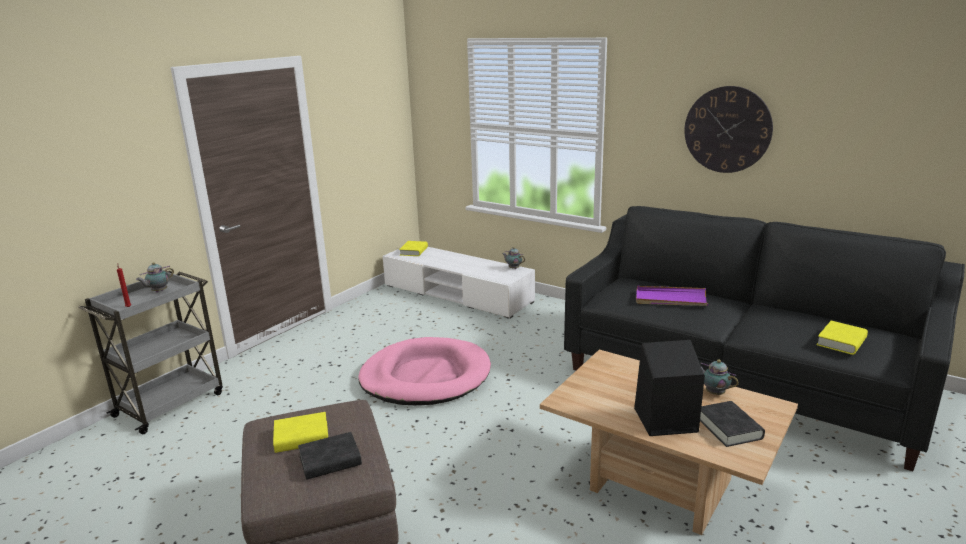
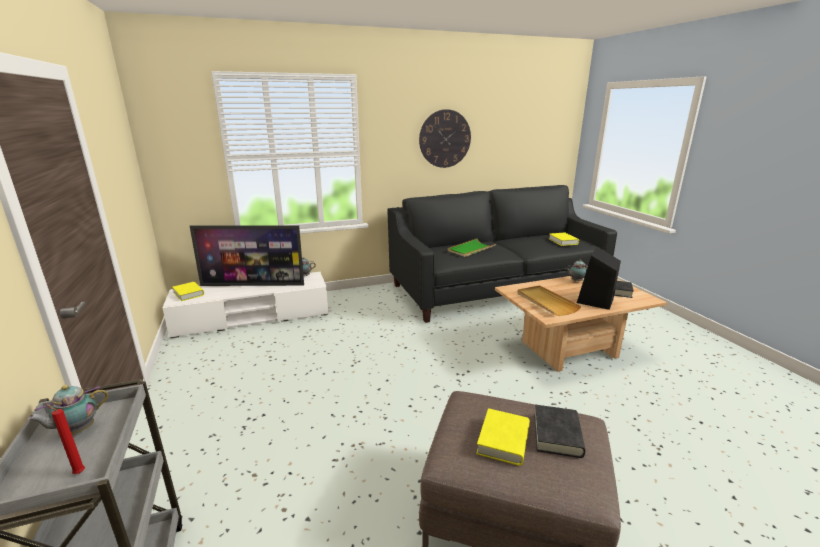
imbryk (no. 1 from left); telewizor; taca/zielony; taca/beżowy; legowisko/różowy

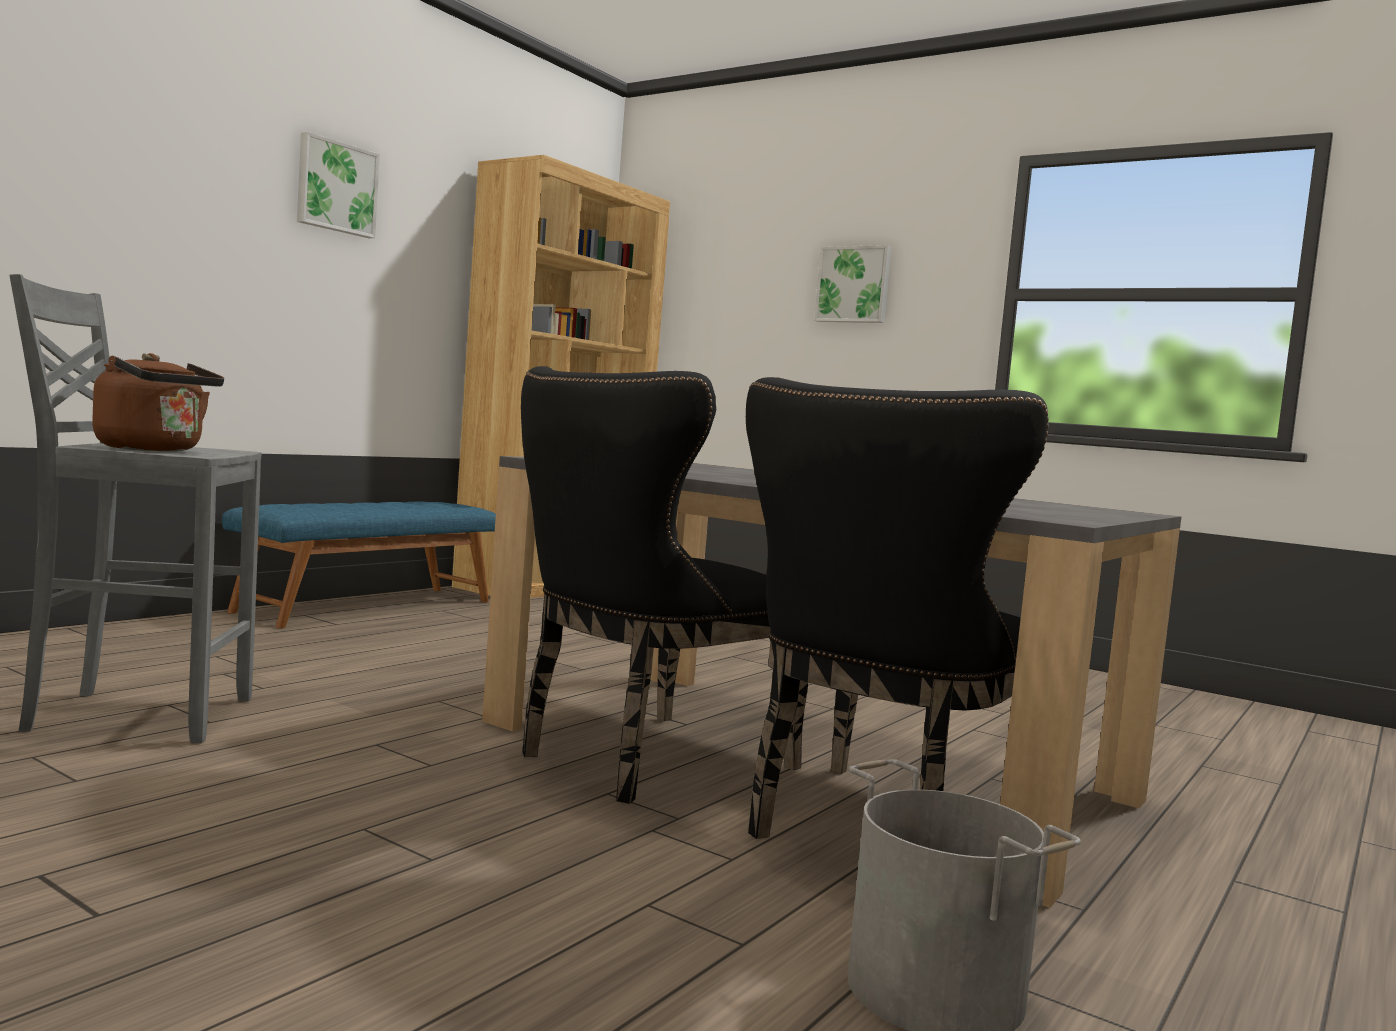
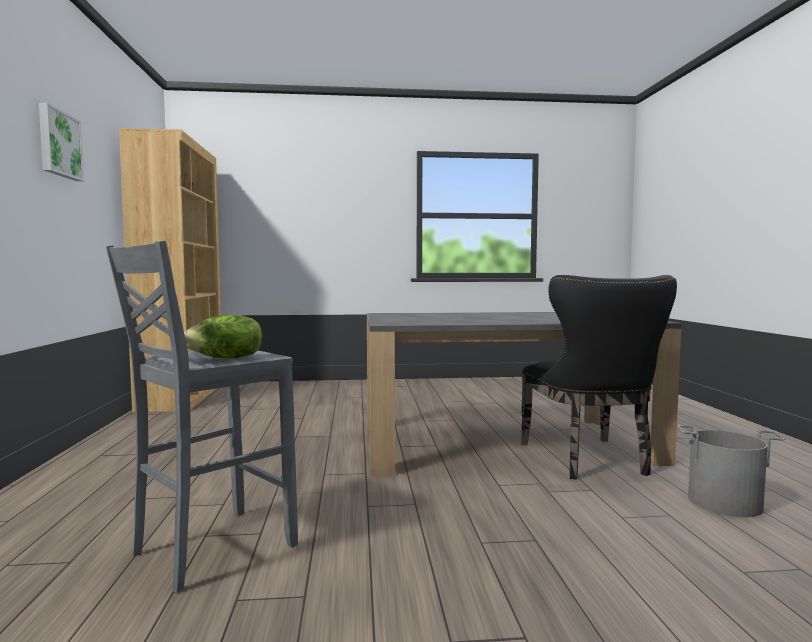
sałata; ławka/niebieski; krzesło/czarny (no. 1 from left in the first image); obraz (no. 2 from left in the first image)

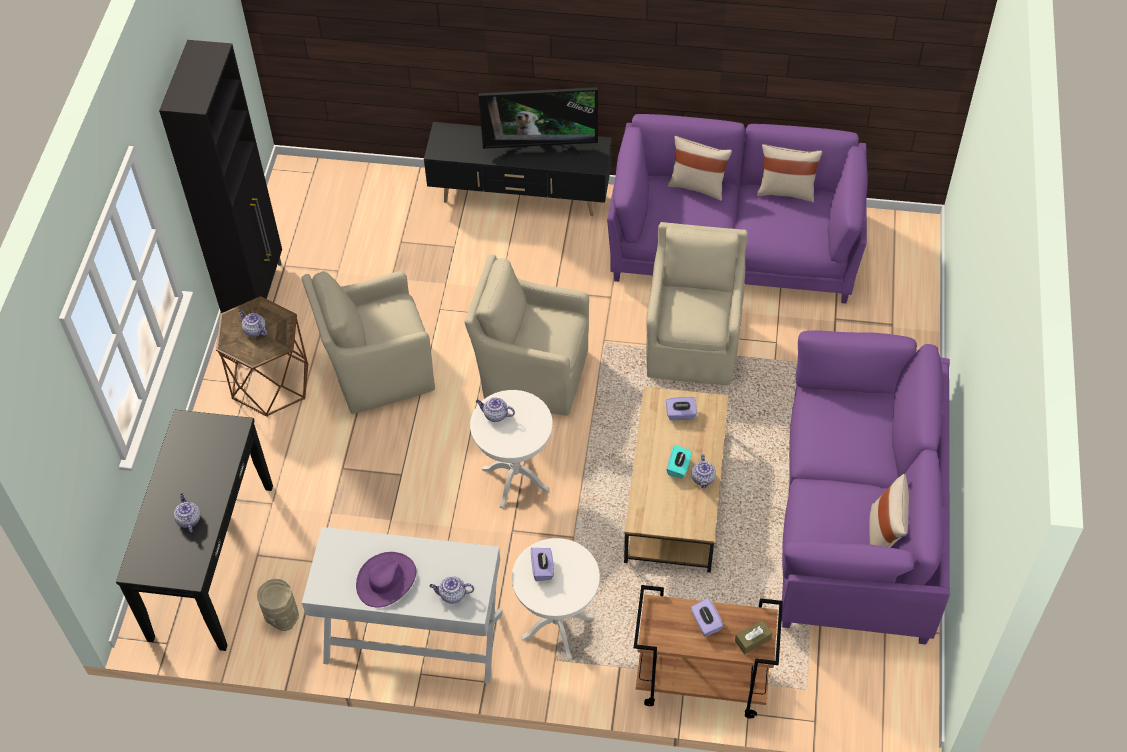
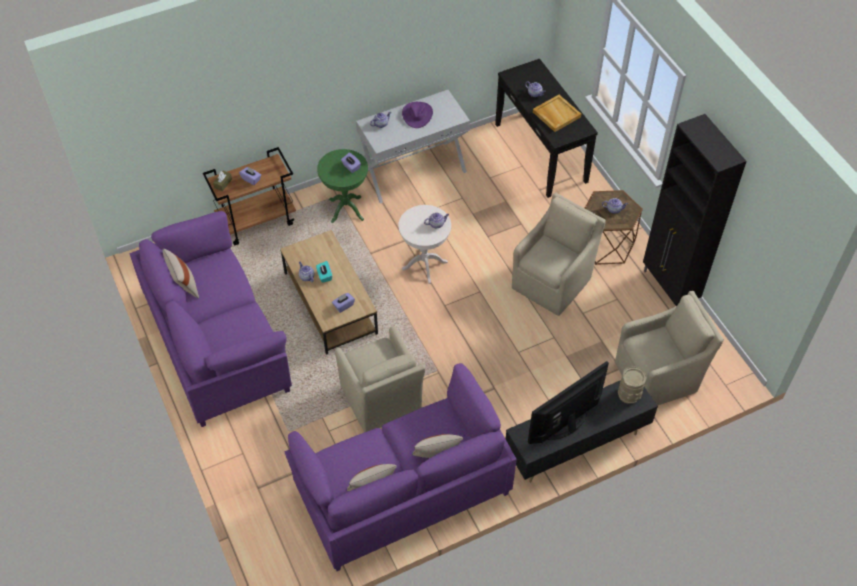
stolik/zielony; taca/beżowy; fotel/beżowy (no. 3 from left); wazon/beżowy

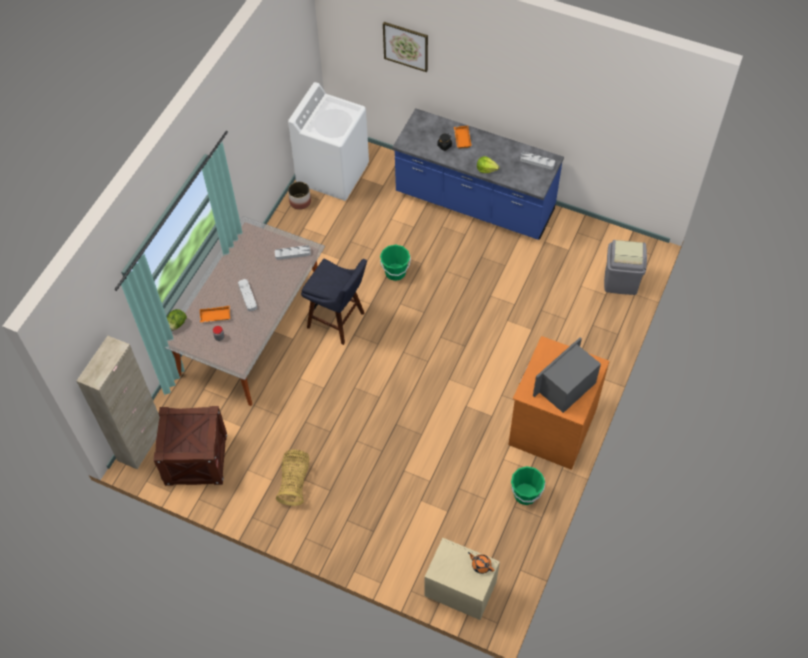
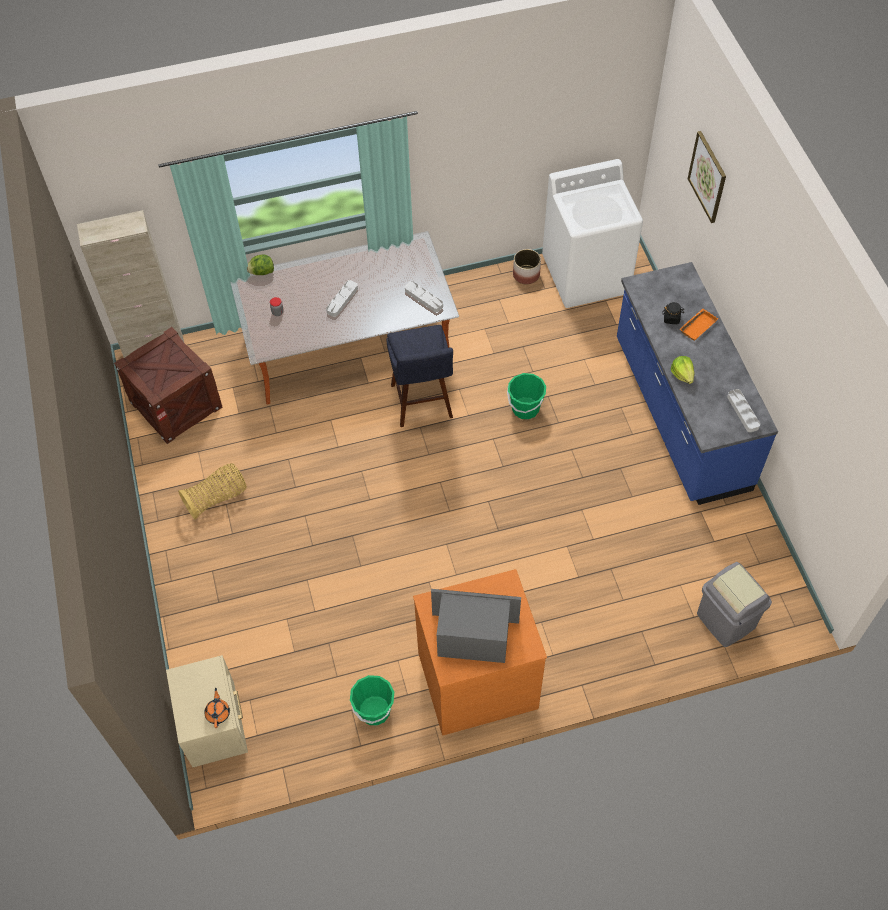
taca/pomarańczowy (no. 1 from left in the first image)

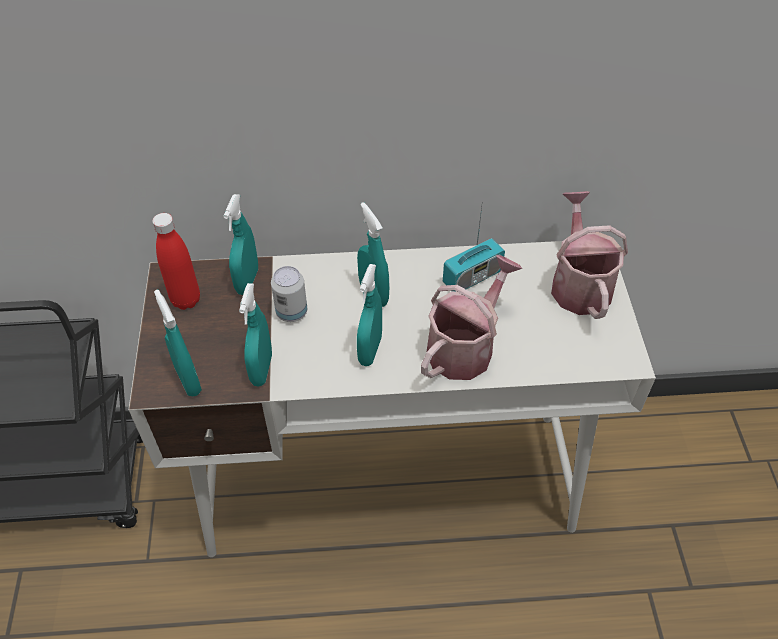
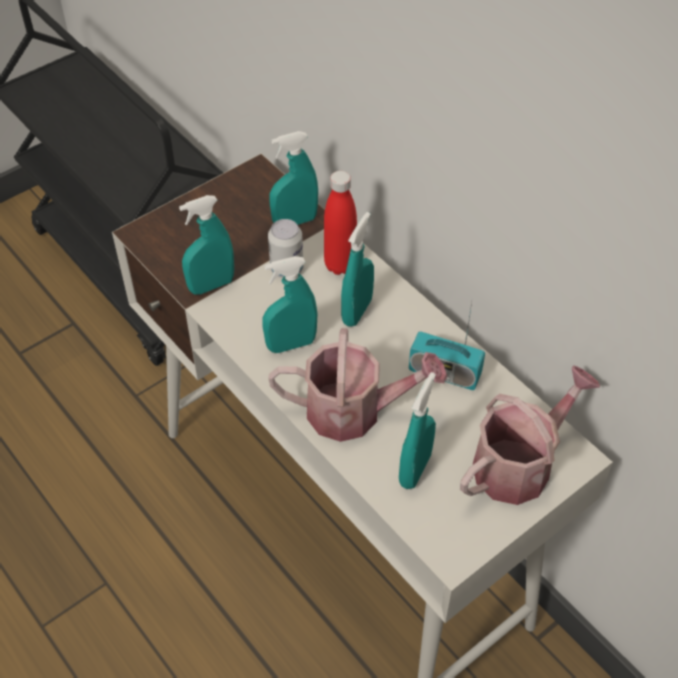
butelka/czerwony; spryskiwacz/turkusowy (no. 5 from left)

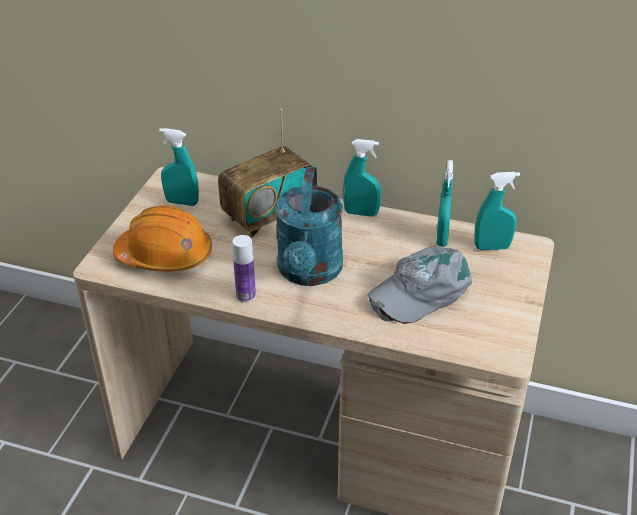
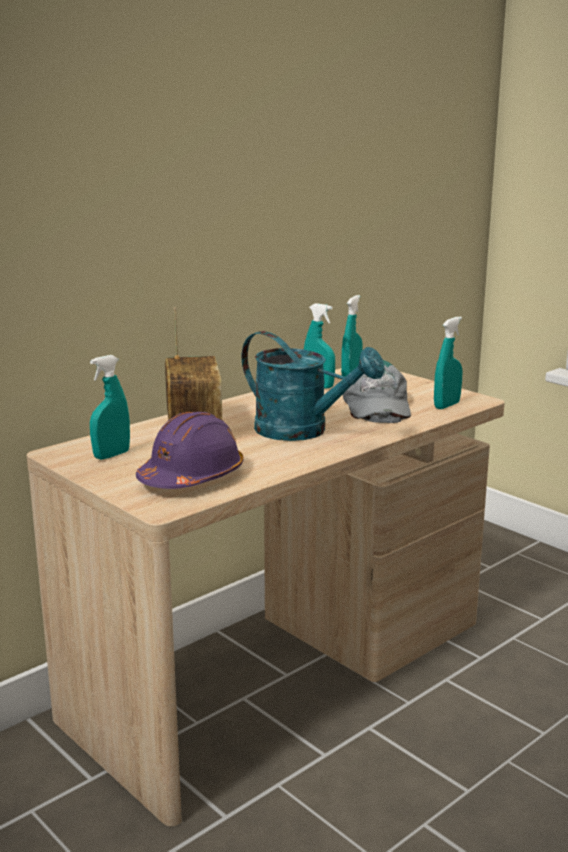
kask/fioletowy; spryskiwacz/turkusowy (no. 4 from left); butelka

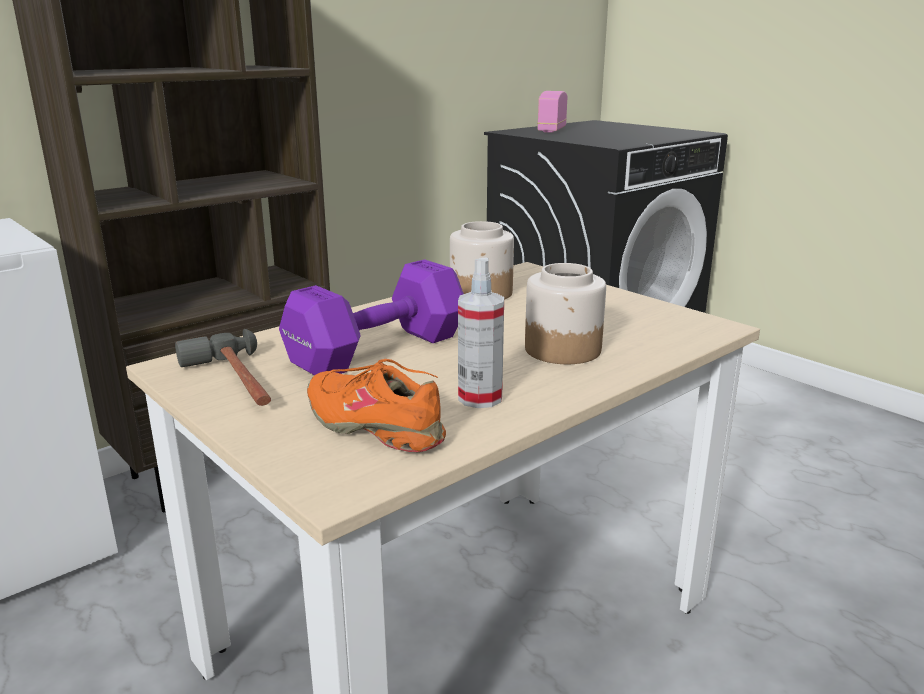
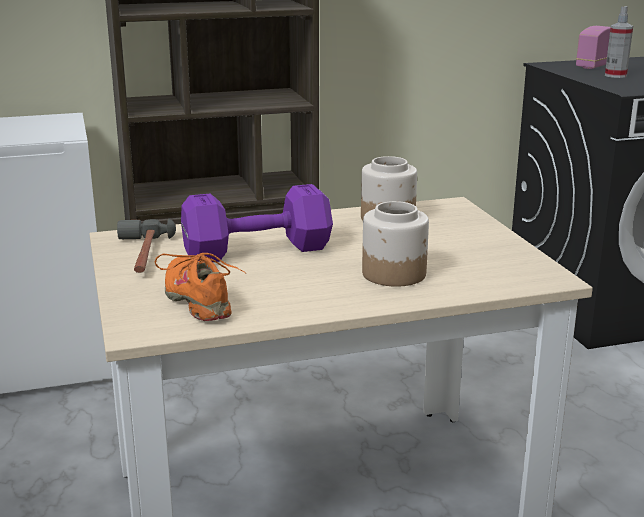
spryskiwacz

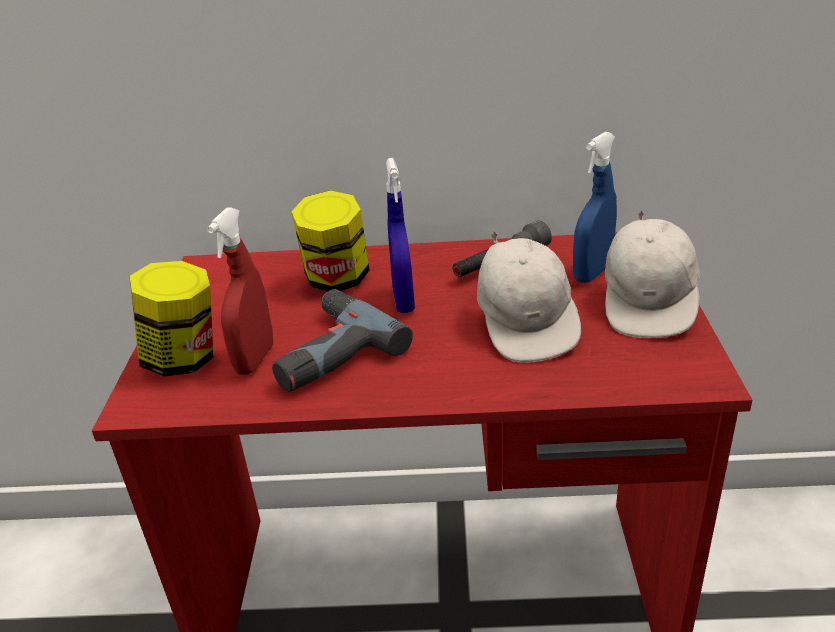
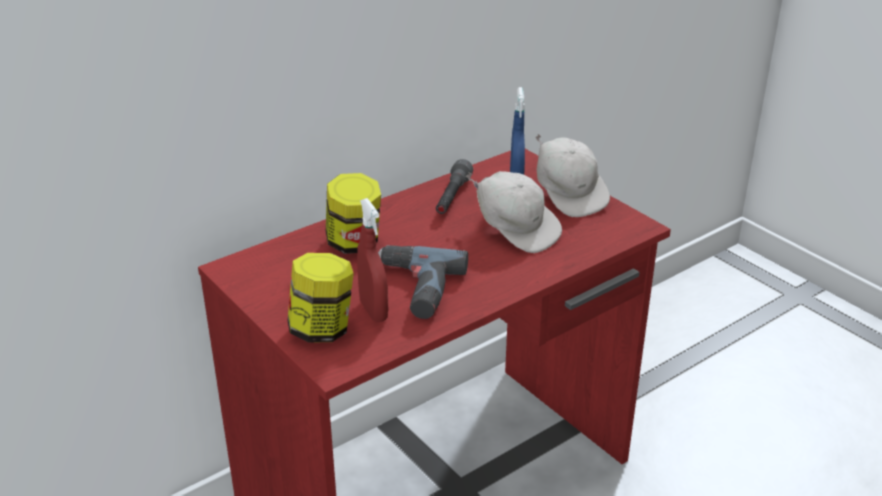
spryskiwacz/niebieski (no. 1 from left in the first image)

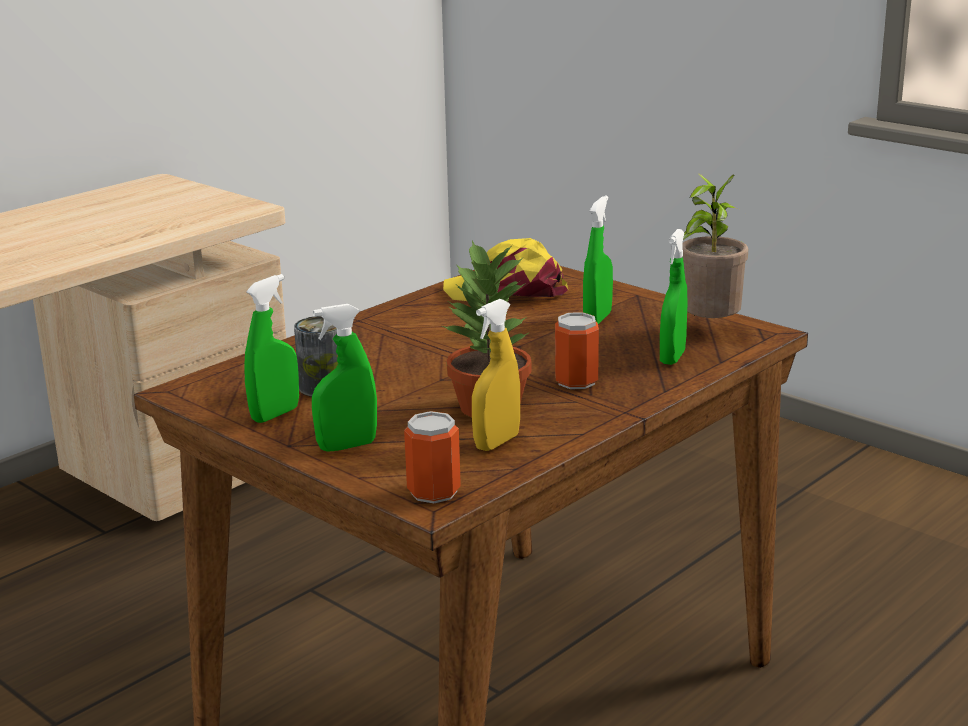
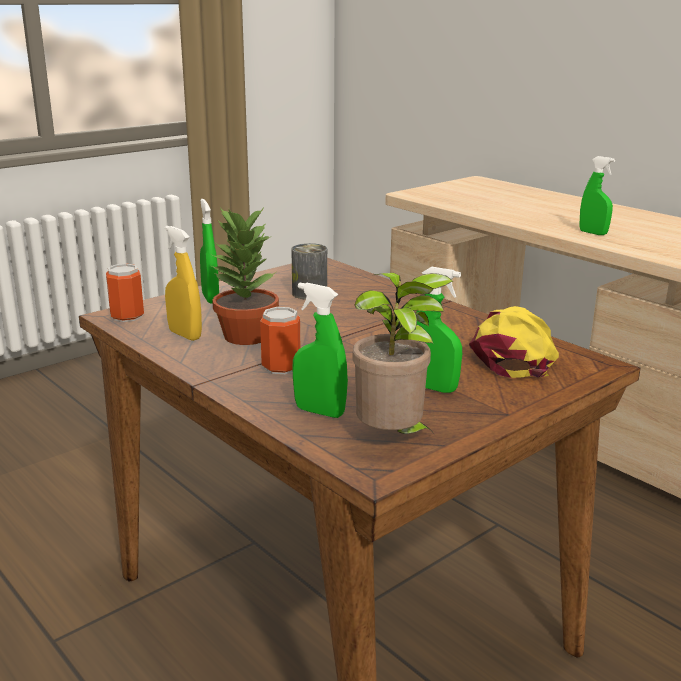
spryskiwacz/zielony (no. 4 from left)

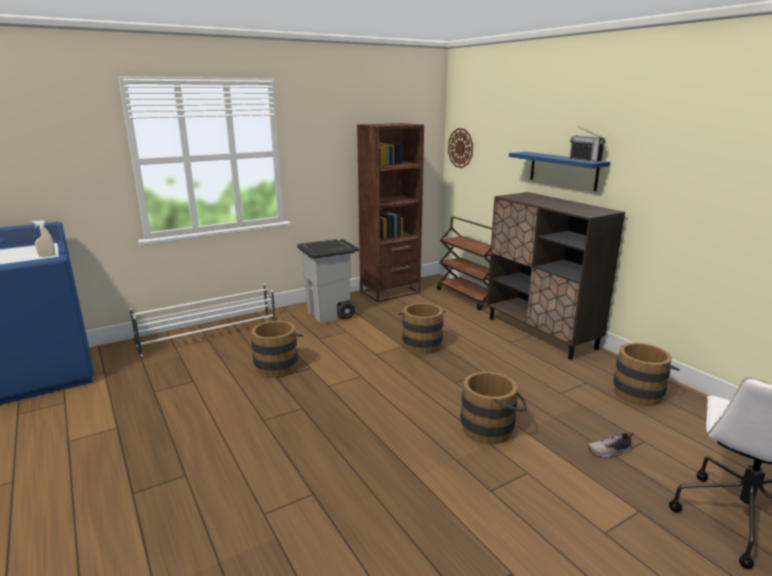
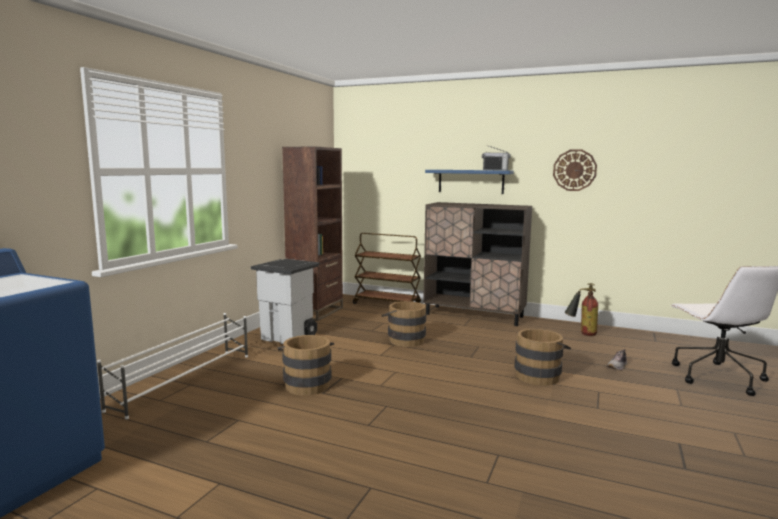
zegar ścienny; gaśnica; spryskiwacz/beżowy

